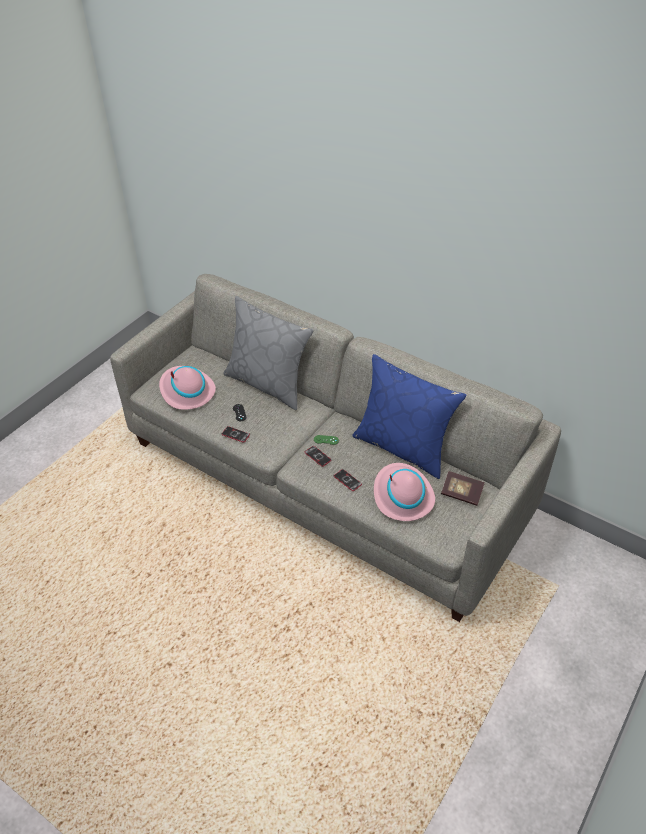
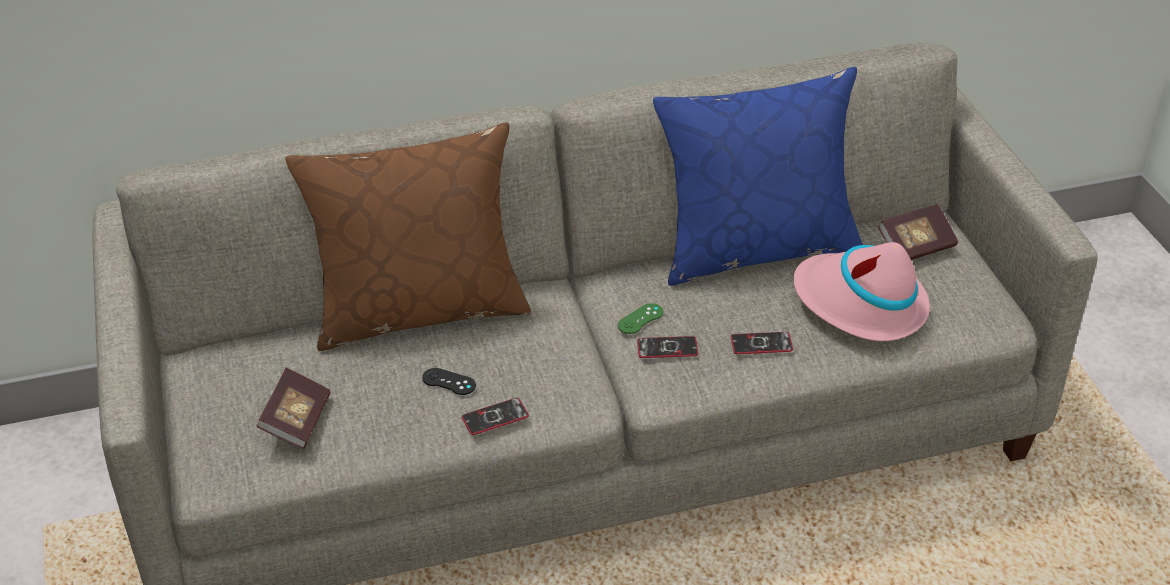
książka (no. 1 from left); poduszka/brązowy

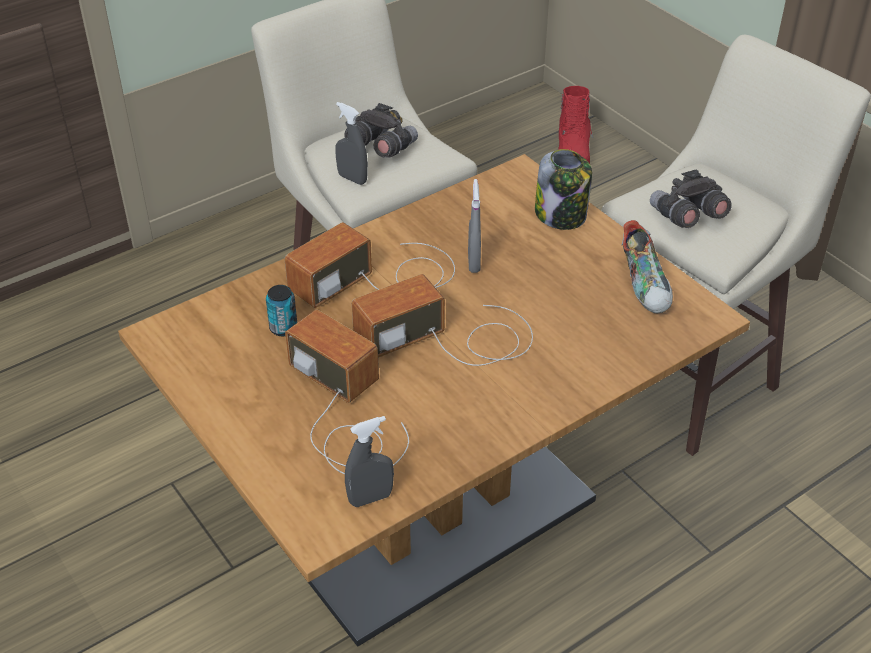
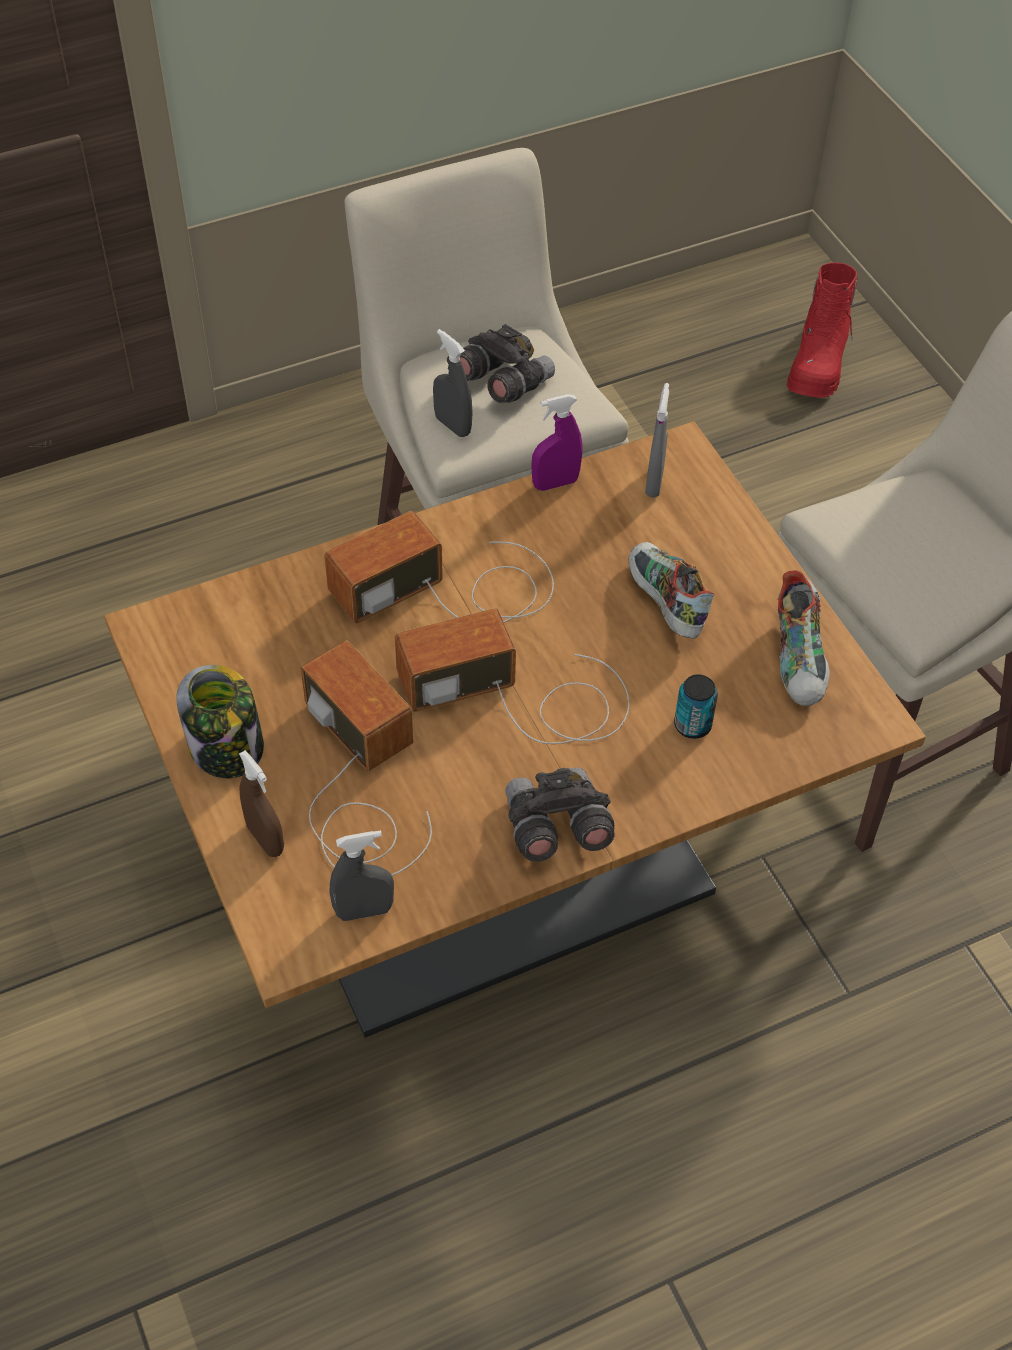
słoik; spryskiwacz/brązowy; lornetka/szary (no. 2 from left); spryskiwacz/fioletowy; but (no. 1 from left); spryskiwacz/szary (no. 3 from left); puszka

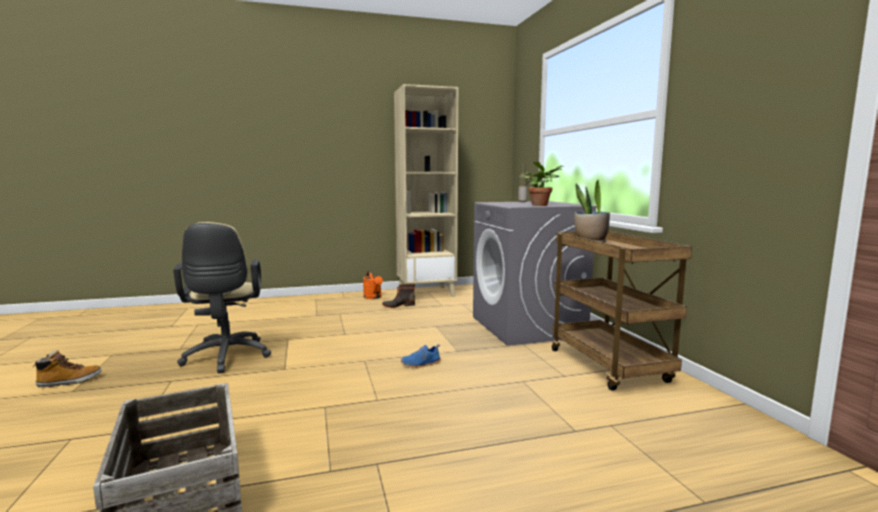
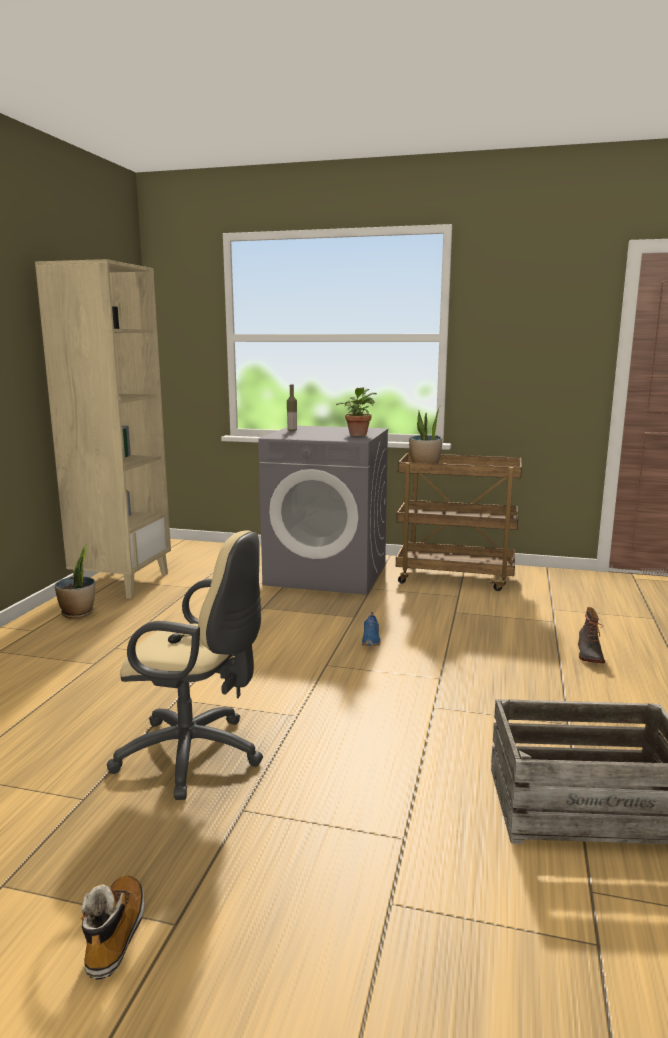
roślina doniczkowa (no. 1 from left); but z cholewką (no. 2 from left)

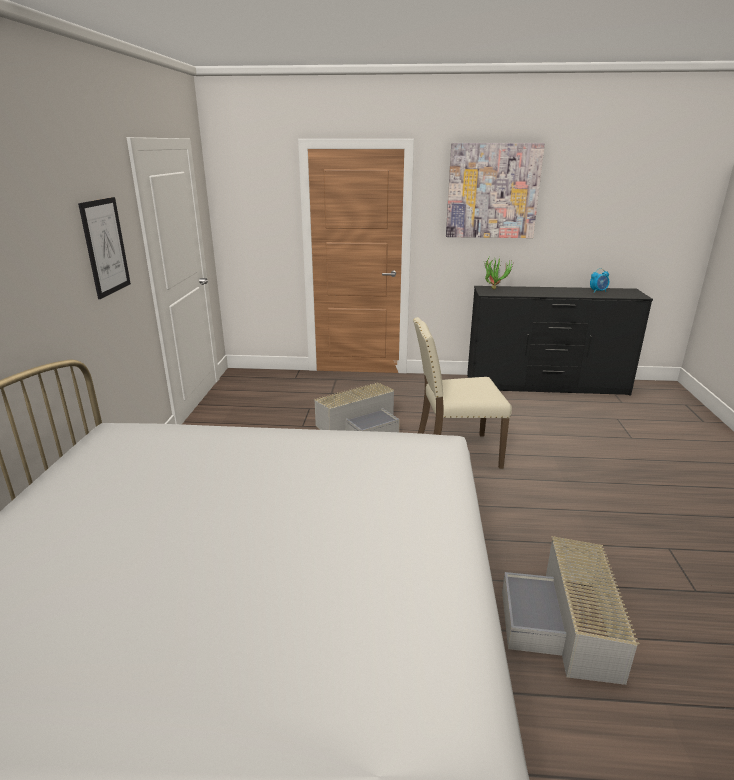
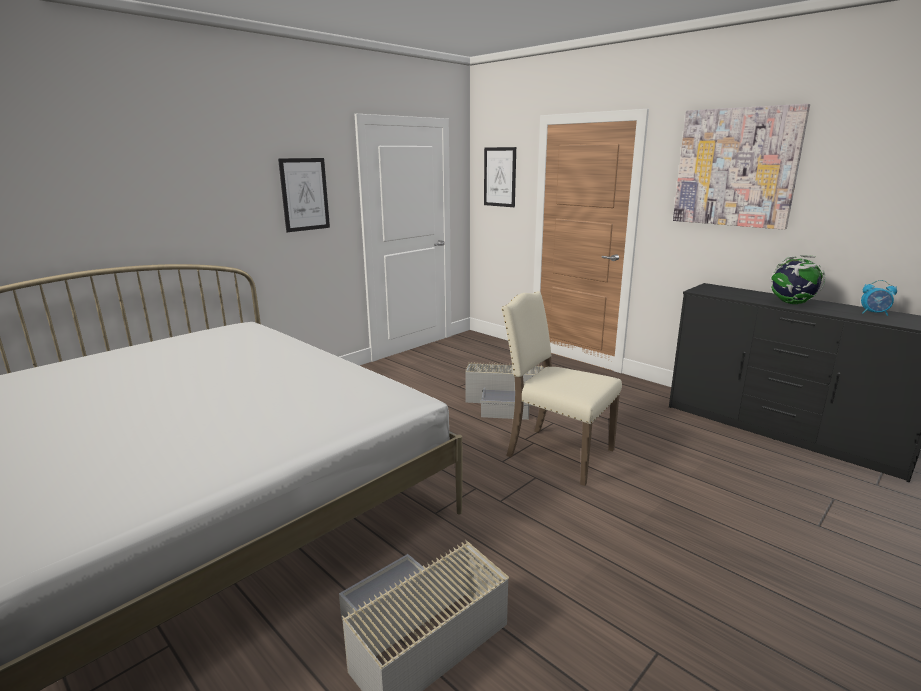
obraz (no. 2 from left); globus; roślina doniczkowa

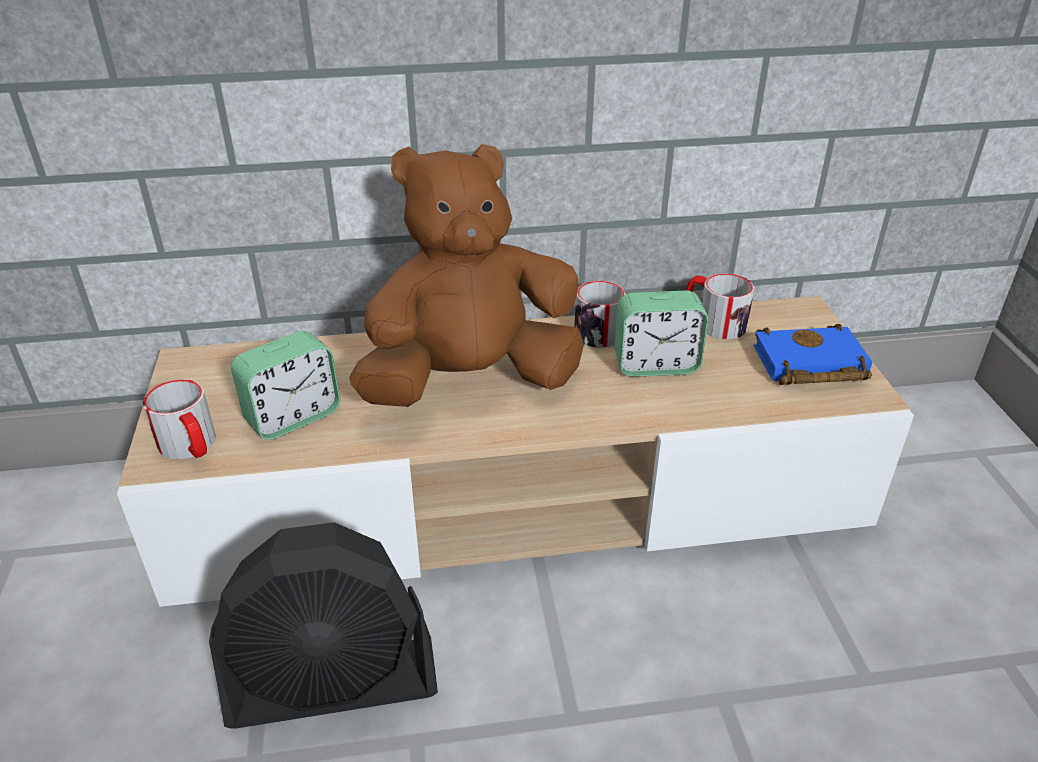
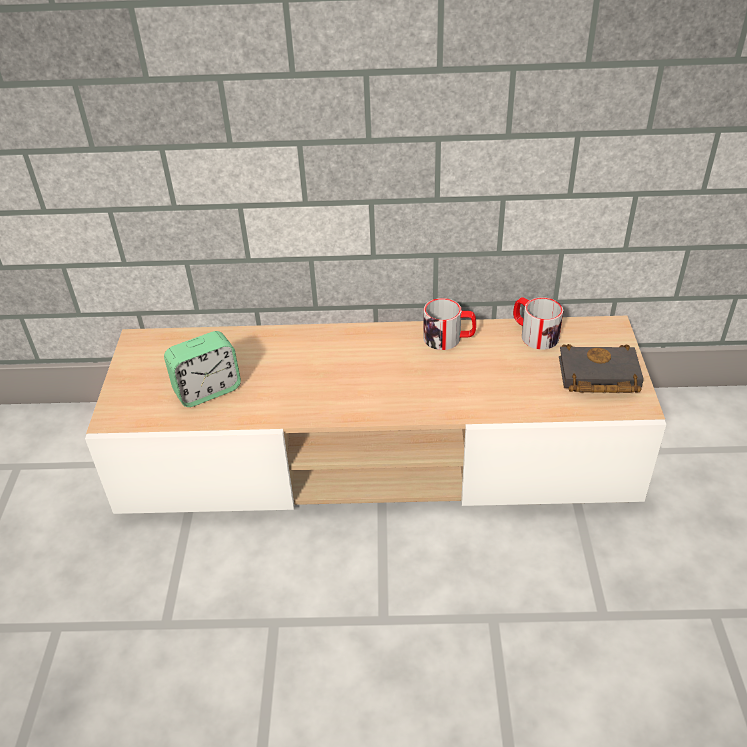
książka/czarny; kubek (no. 1 from left in the first image); wentylator/czarny; pluszak/brązowy; budzik (no. 2 from left in the first image)

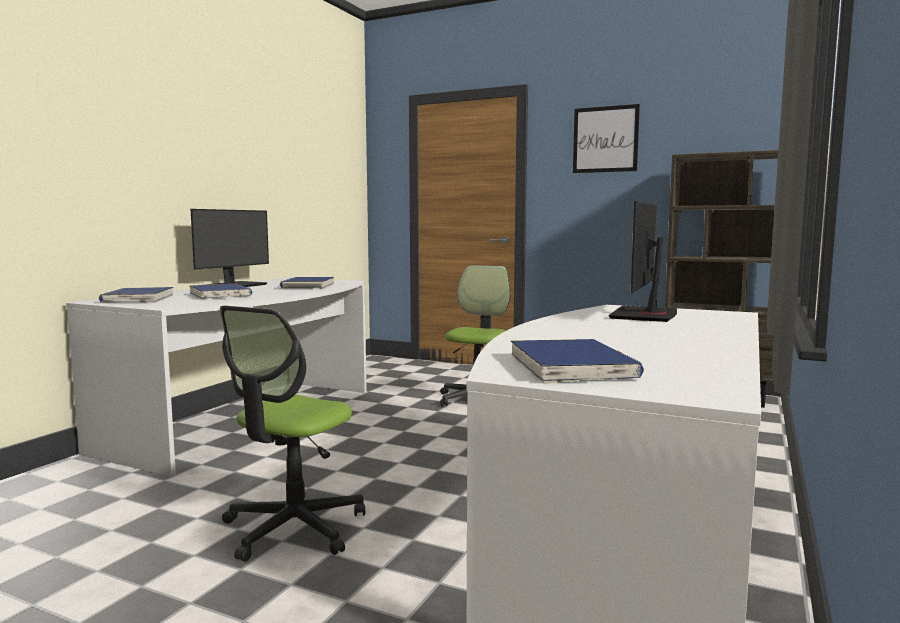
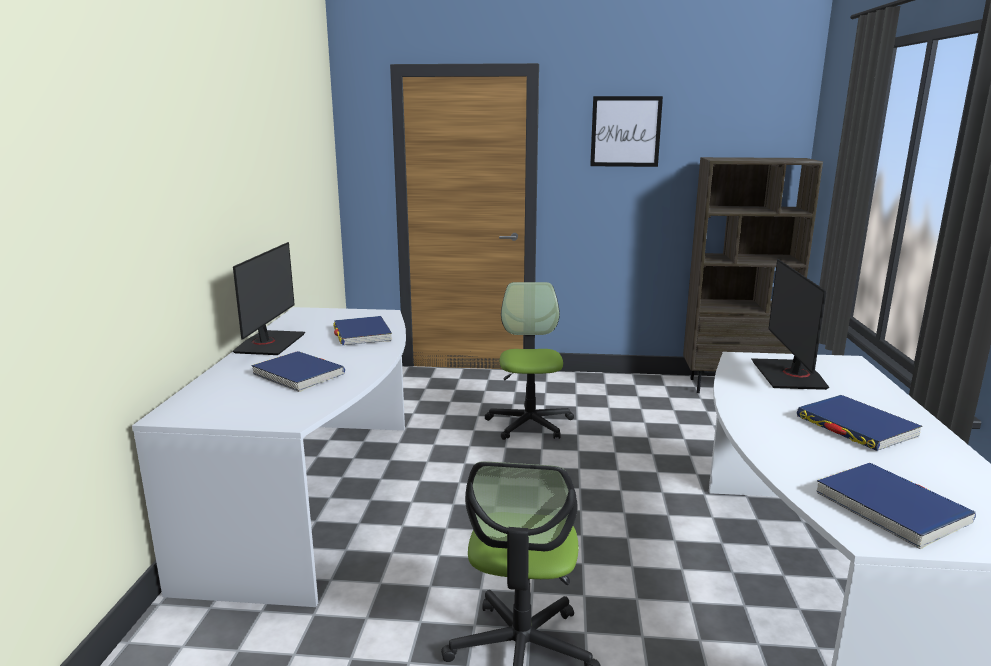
książka/niebieski (no. 3 from left)

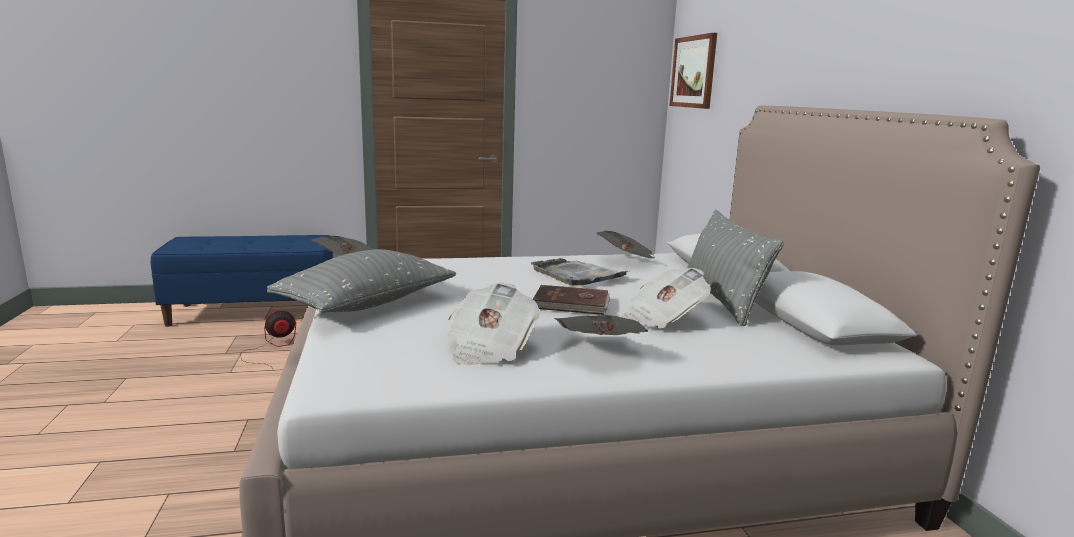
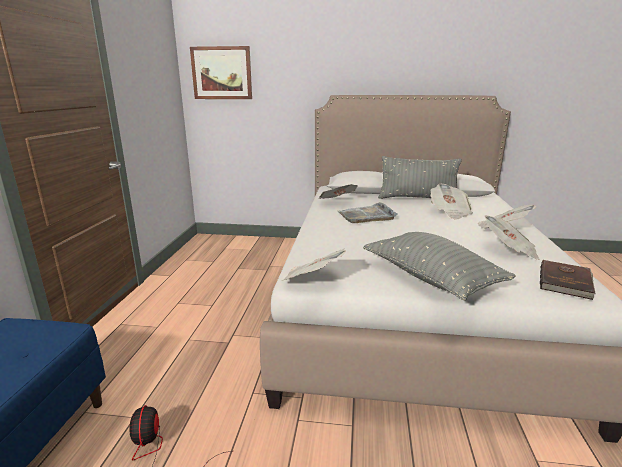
książka/brązowy

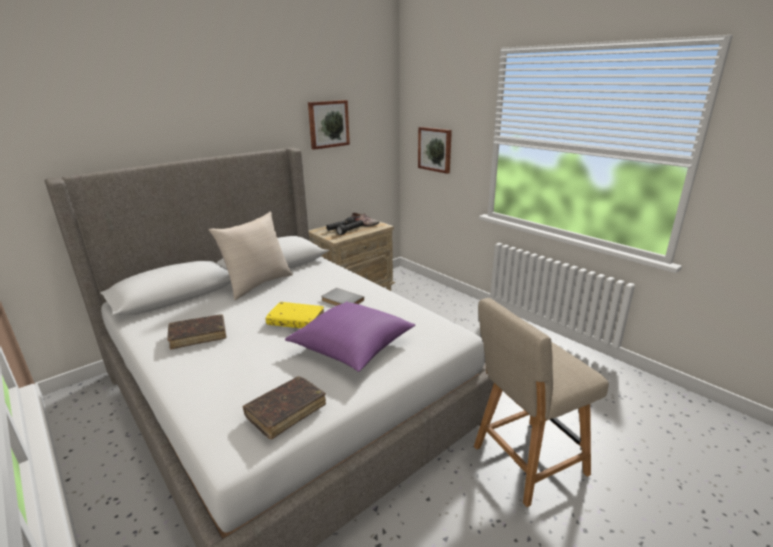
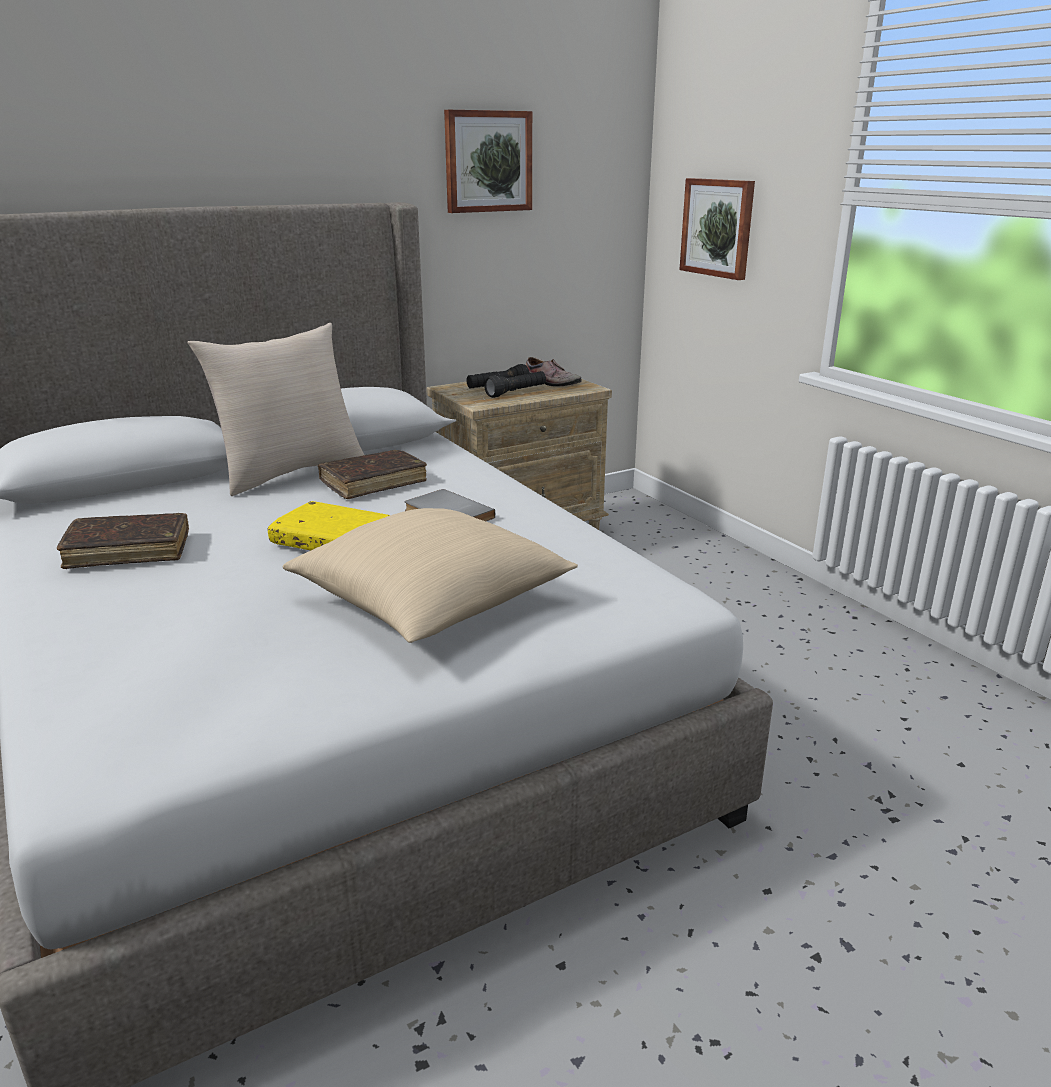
poduszka/beżowy (no. 2 from left); książka/brązowy (no. 2 from left); krzesło/beżowy

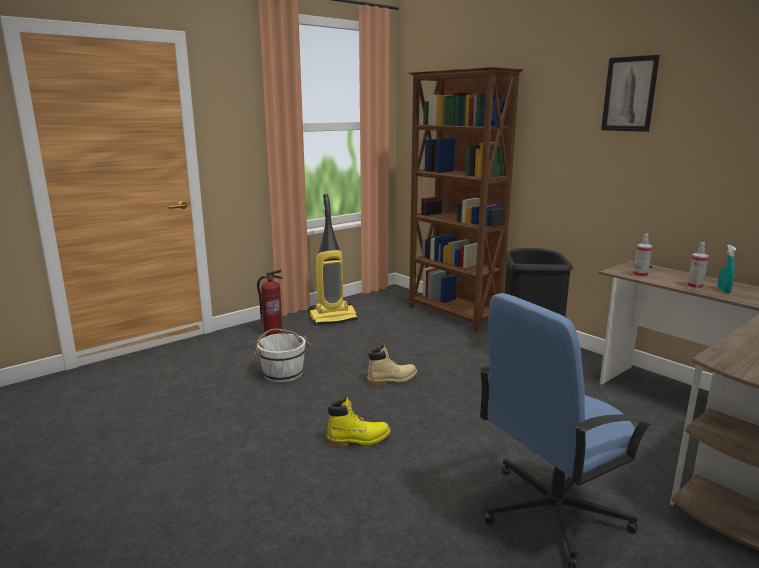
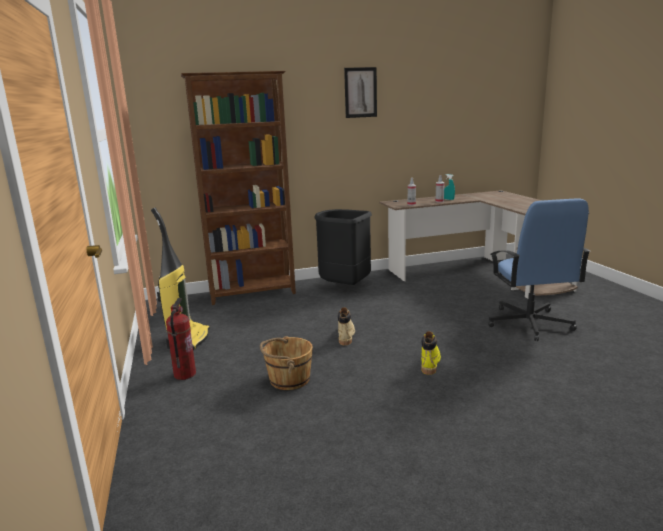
wiadro/brązowy

